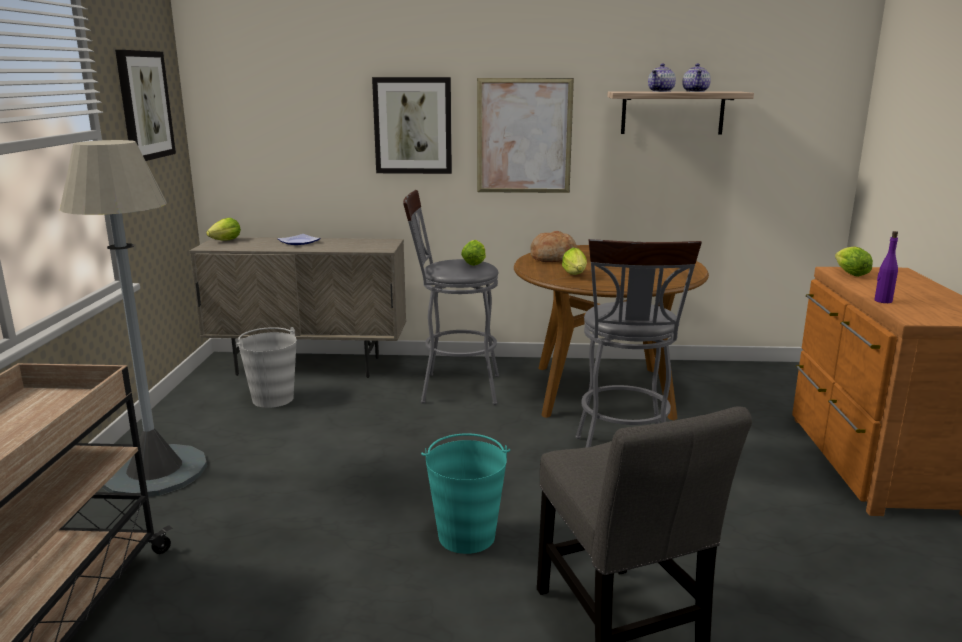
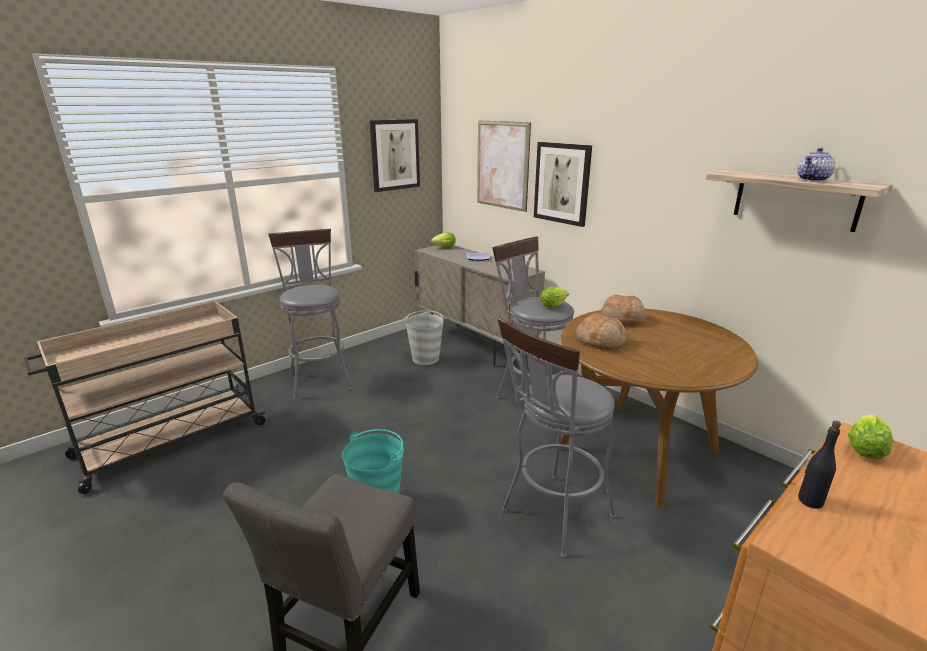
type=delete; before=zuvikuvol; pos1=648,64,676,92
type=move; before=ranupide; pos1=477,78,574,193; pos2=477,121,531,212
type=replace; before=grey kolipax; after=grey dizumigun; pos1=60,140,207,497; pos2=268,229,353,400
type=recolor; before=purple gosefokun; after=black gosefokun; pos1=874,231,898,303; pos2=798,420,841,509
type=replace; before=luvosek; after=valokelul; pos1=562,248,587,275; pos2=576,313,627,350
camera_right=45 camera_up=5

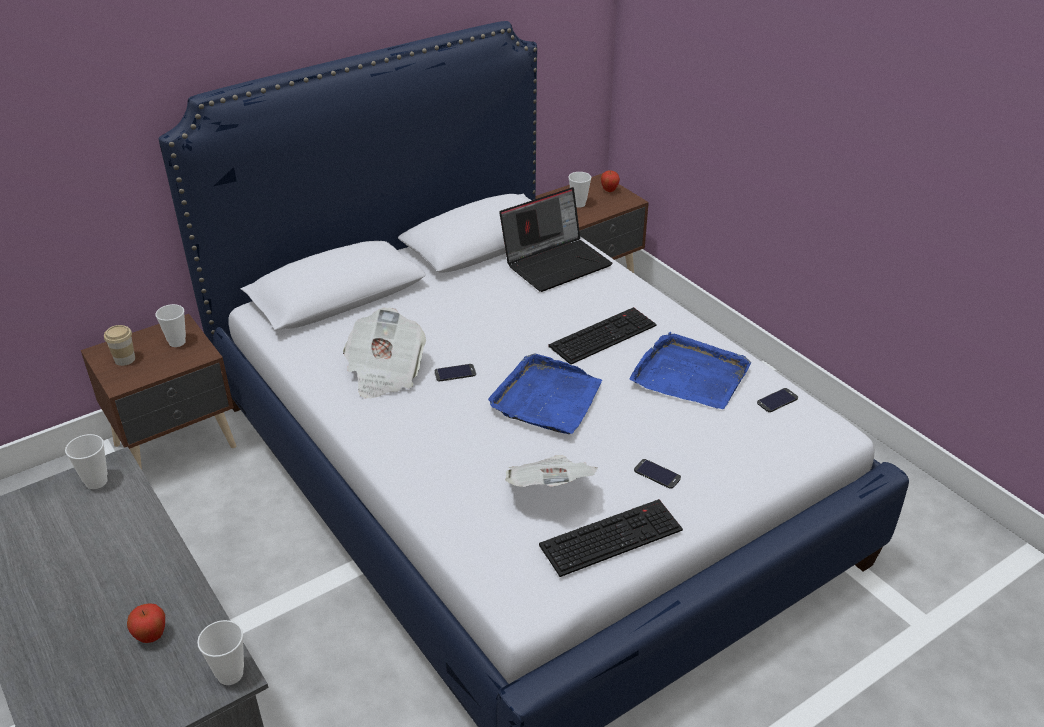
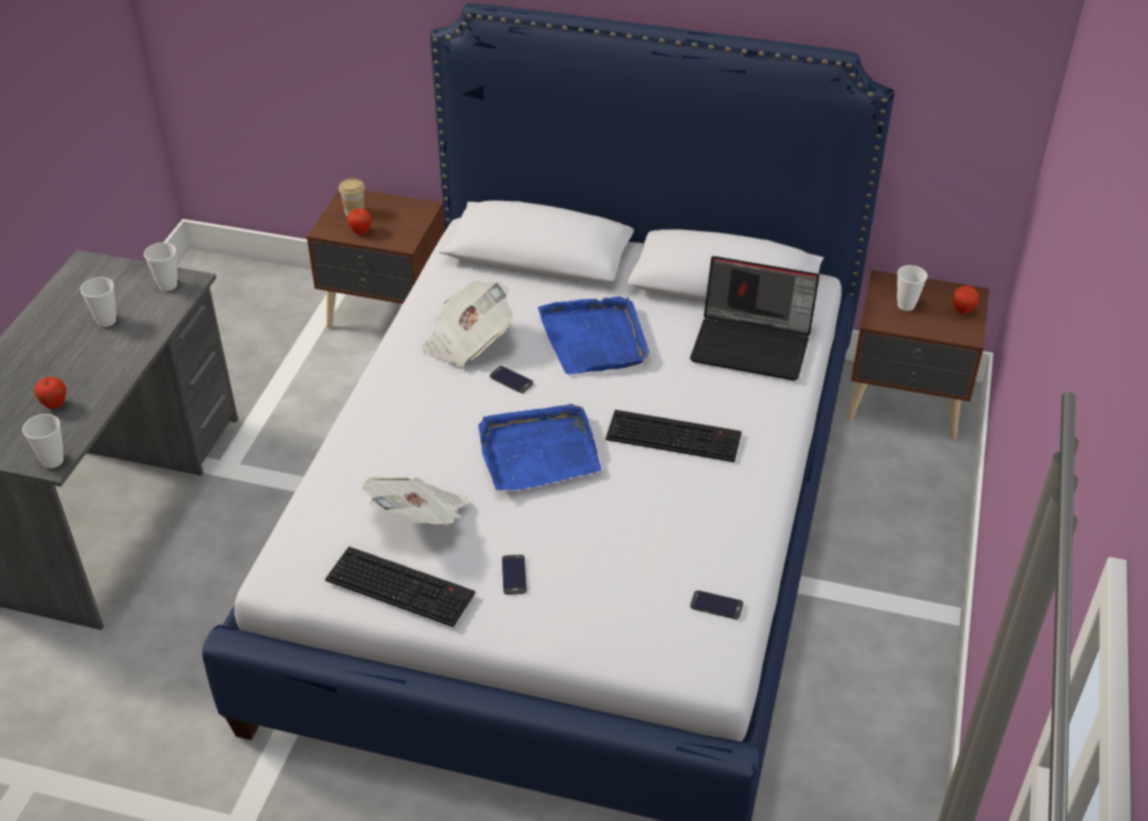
type=move; before=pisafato; pos1=155,304,186,347; pos2=80,277,116,327
type=move; before=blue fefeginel; pos1=630,332,751,409; pos2=538,296,649,374
type=insert; after=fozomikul; pos2=347,208,372,235
camera_right=50 camera_up=5

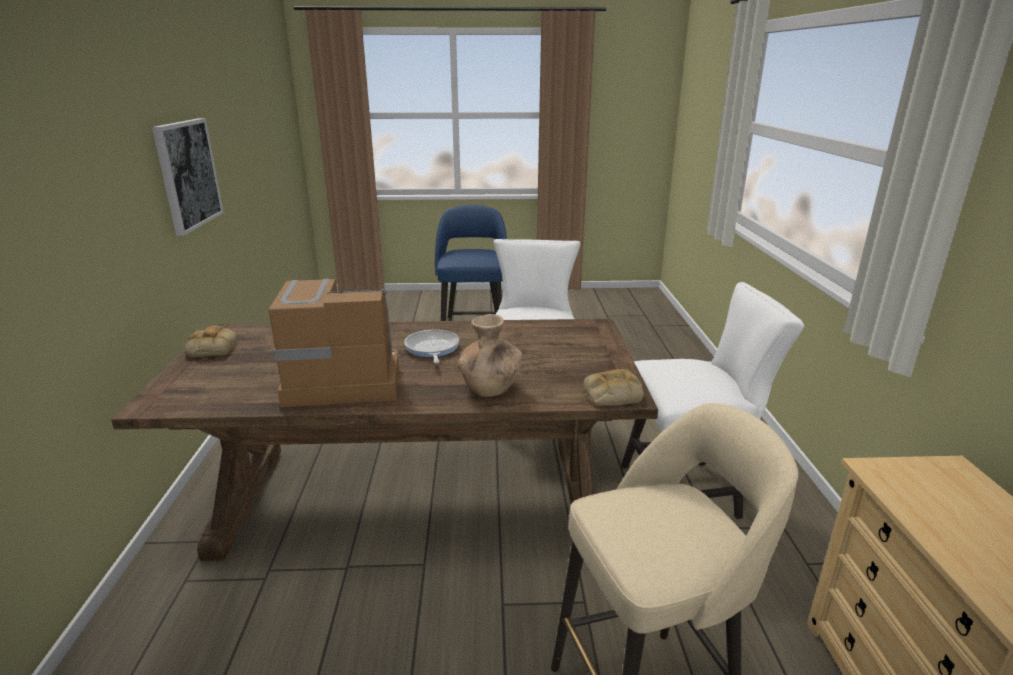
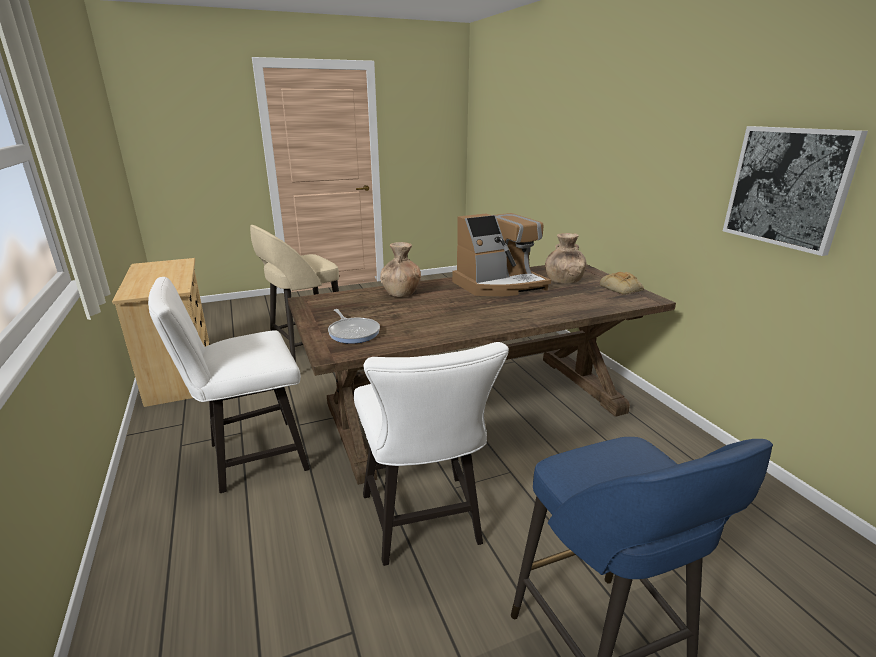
type=move; before=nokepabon; pos1=404,330,459,363; pos2=328,309,380,344
type=delete; before=valokelul; pos1=584,369,644,406
type=insert; after=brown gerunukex; pos2=545,233,587,284
camera_right=160 camera_up=0

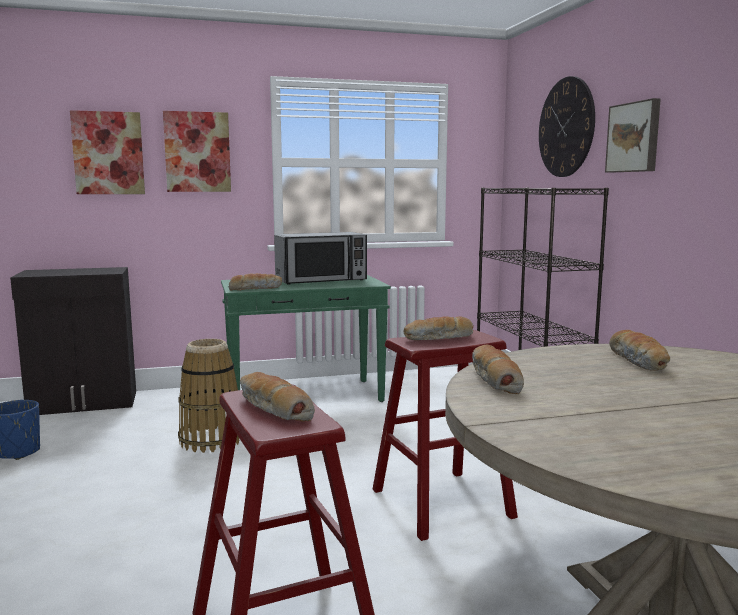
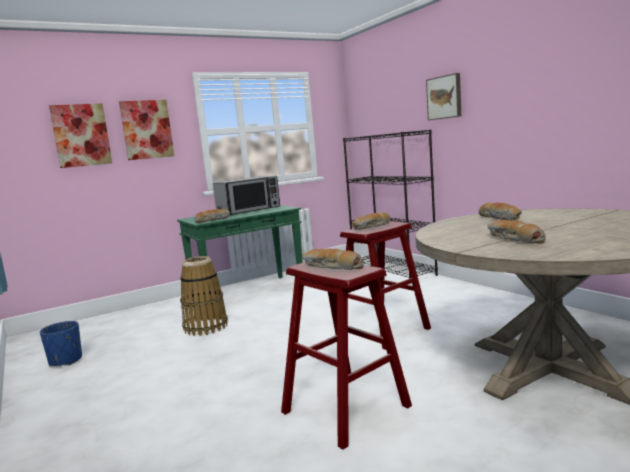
type=delete; before=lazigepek; pos1=539,76,595,177
type=delete; before=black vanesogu; pos1=10,267,136,415
type=move; before=valokelul; pos1=472,344,524,394; pos2=488,220,546,244
camera_right=-15 camera_up=0

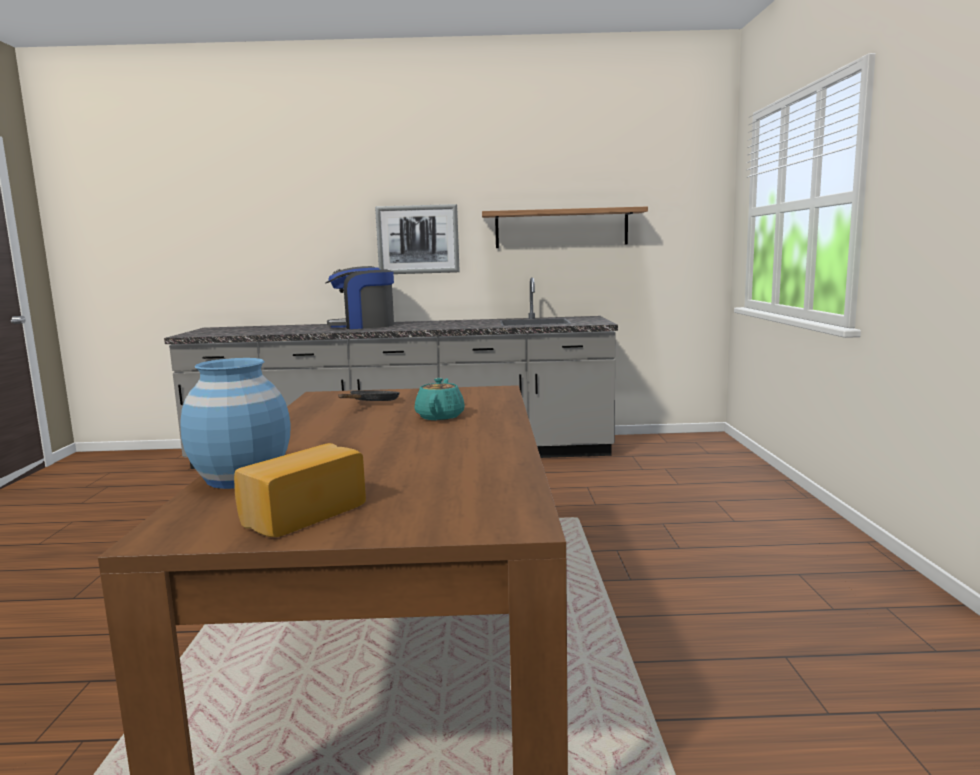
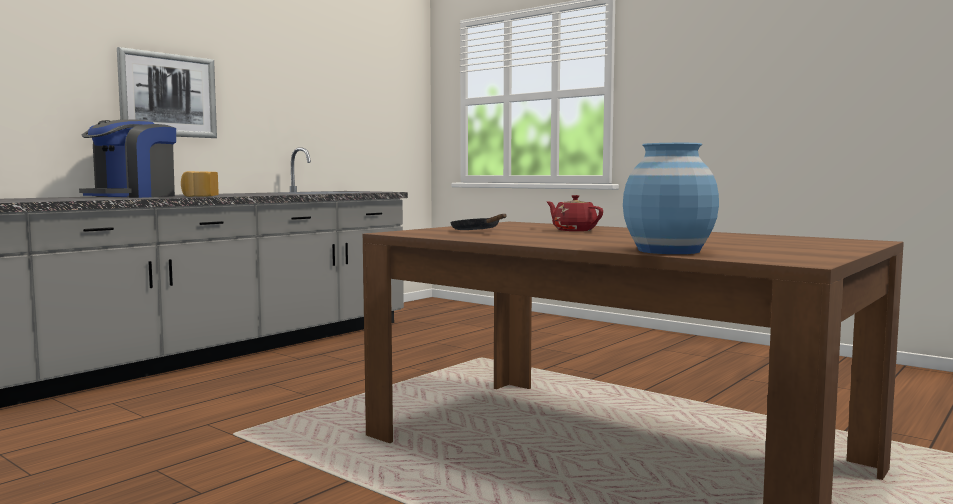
type=delete; before=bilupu; pos1=482,206,648,248
type=recolor; before=turquoise zuvikuvol; after=red zuvikuvol; pos1=415,378,465,420; pos2=547,195,603,231
type=move; before=valokelul; pos1=234,443,366,537; pos2=181,171,219,197
camera_right=-50 camera_up=-5

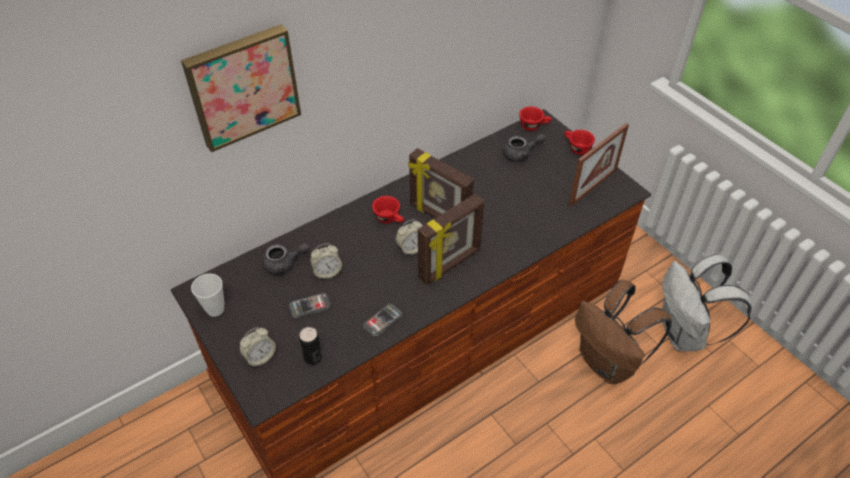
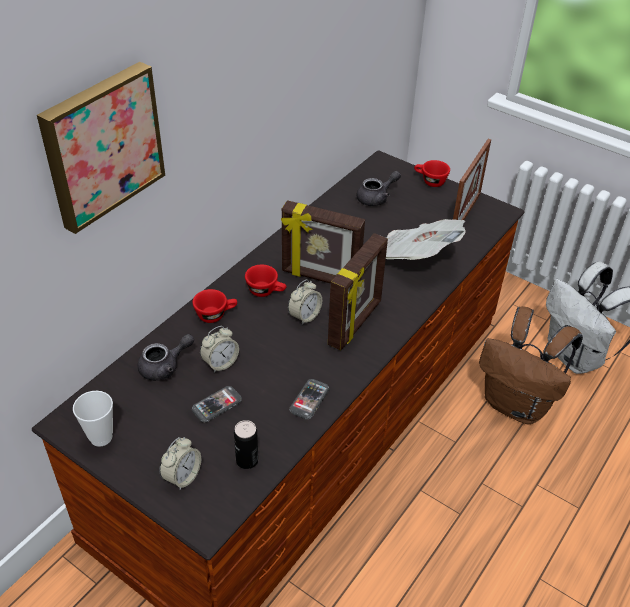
type=move; before=red pisafato; pos1=519,106,552,131; pos2=193,289,237,323
type=insert; after=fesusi; pos2=386,219,466,260
camera_right=-20 camera_up=-5

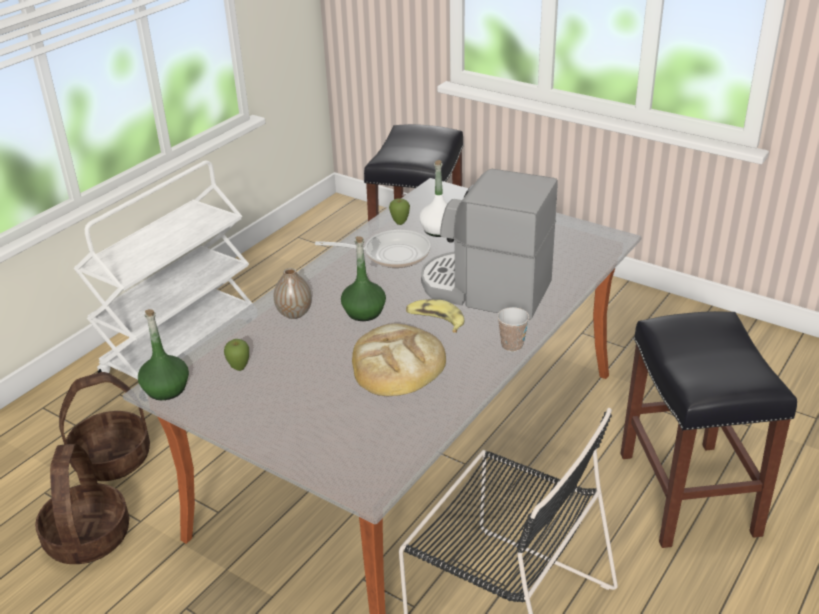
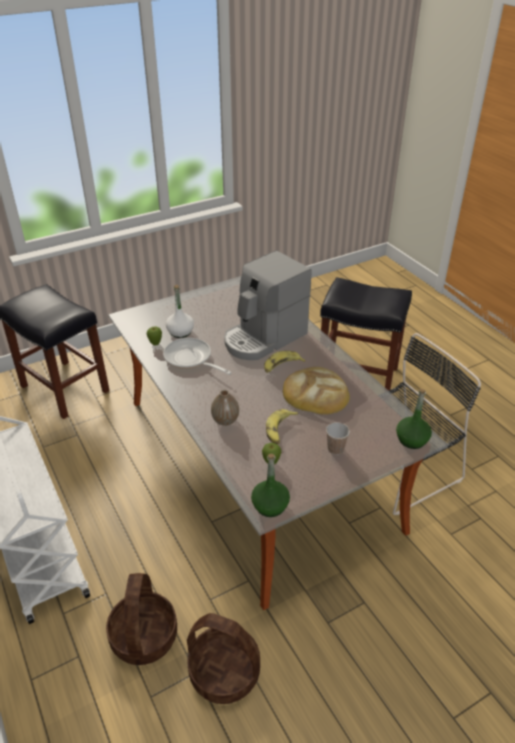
type=rotate; before=nokepabon; pos1=315,230,431,268; pos2=163,338,232,375; turn=-75
type=move; before=green gosefokun; pos1=341,236,386,321; pos2=396,389,432,449
type=move; before=pisafato; pos1=497,307,529,352; pos2=326,422,350,455
type=insert; after=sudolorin; pos2=266,409,298,444
camera_right=-65 camera_up=5

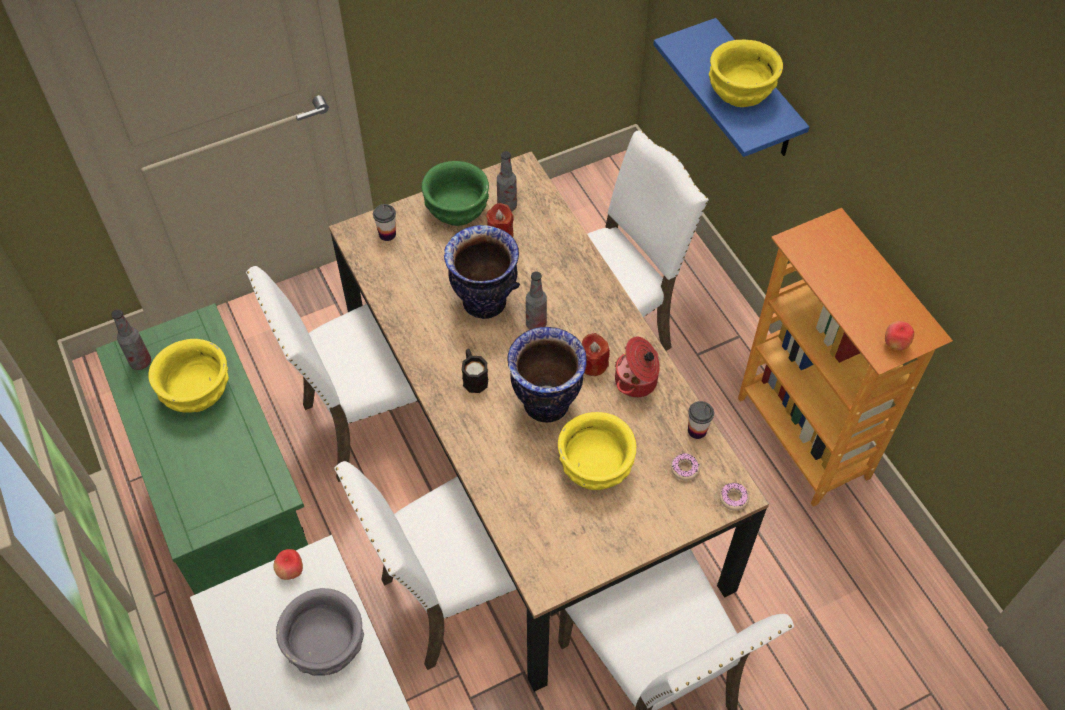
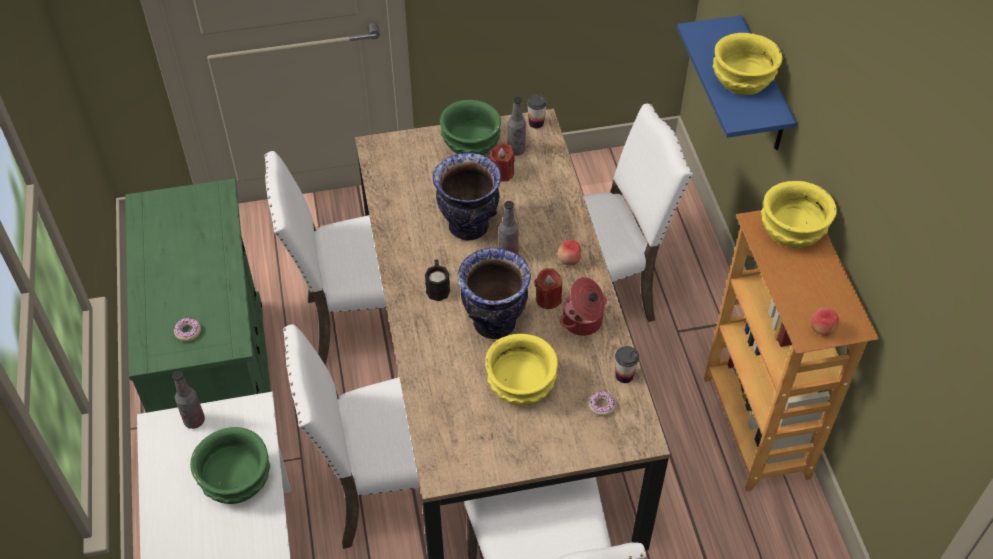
type=move; before=pisafato; pos1=373,204,396,241; pos2=527,94,547,129
type=move; before=gosefokun; pos1=111,309,151,370; pos2=172,371,205,429
type=move; before=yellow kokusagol; pos1=148,339,229,413; pos2=761,181,837,248
type=move; before=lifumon; pos1=720,483,749,511; pos2=174,318,201,341
type=move; before=fozomikul; pos1=273,549,303,580; pos2=557,240,581,265
type=recolor; before=grey kokusagol; after=green kokusagol; pos1=276,588,364,676; pos2=190,427,270,504
camera_right=15 camera_up=-5

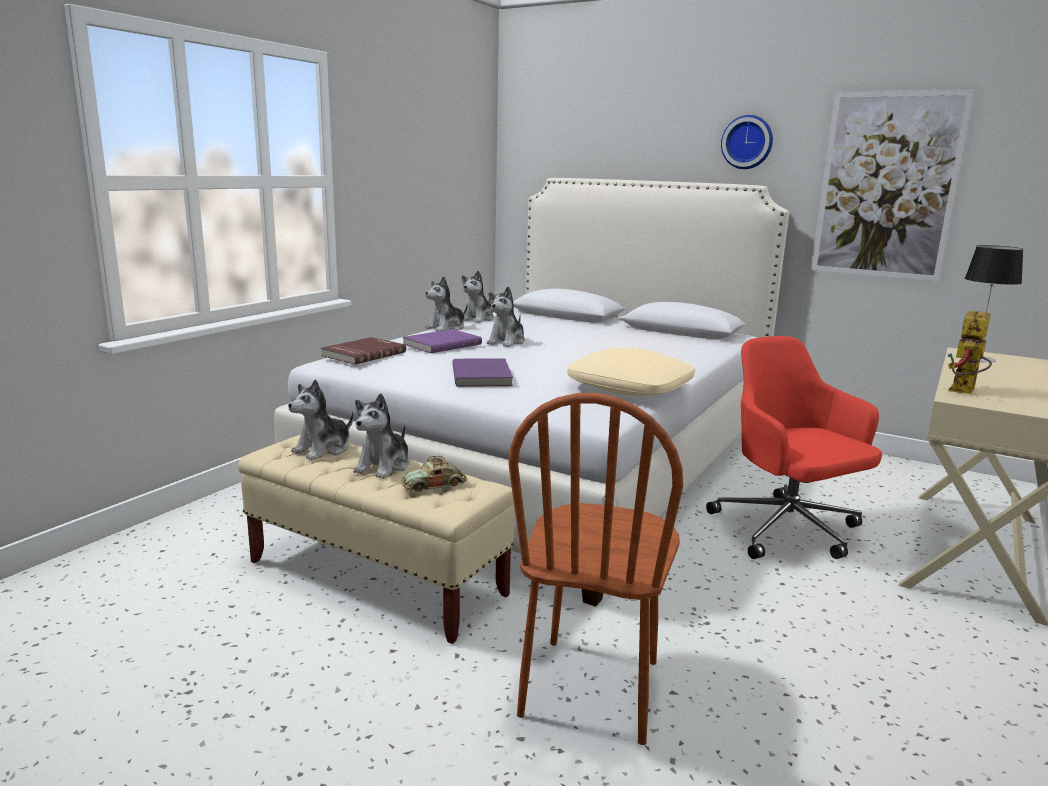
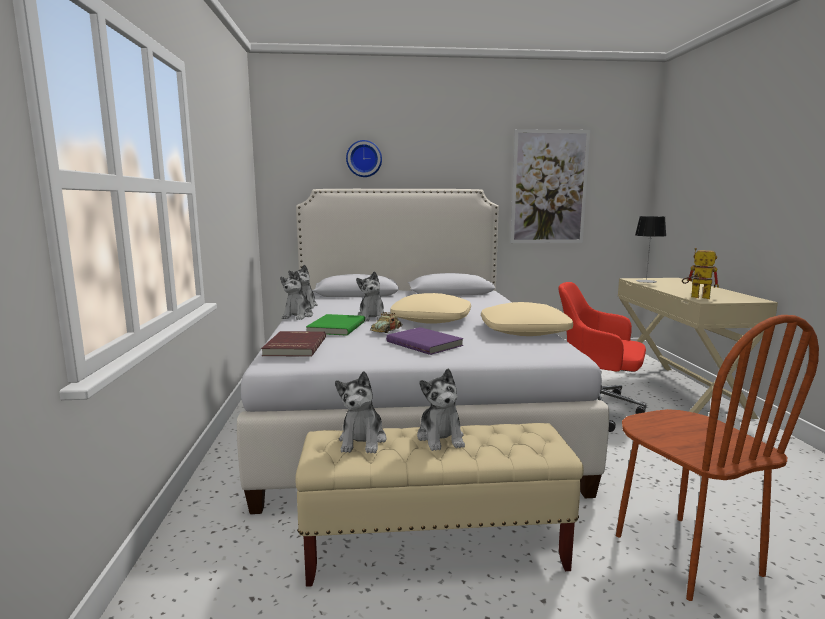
type=move; before=lazigepek; pos1=721,115,773,169; pos2=346,140,382,177
type=rotate; before=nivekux; pos1=948,311,992,394; pos2=682,248,719,299; turn=120
type=recolor; before=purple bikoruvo; after=green bikoruvo; pos1=402,329,482,353; pos2=306,314,365,336
type=move; before=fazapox; pos1=401,456,467,492; pos2=370,312,402,333
type=insert; after=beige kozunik; pos2=390,293,471,324
camera_right=-35 camera_up=-5

